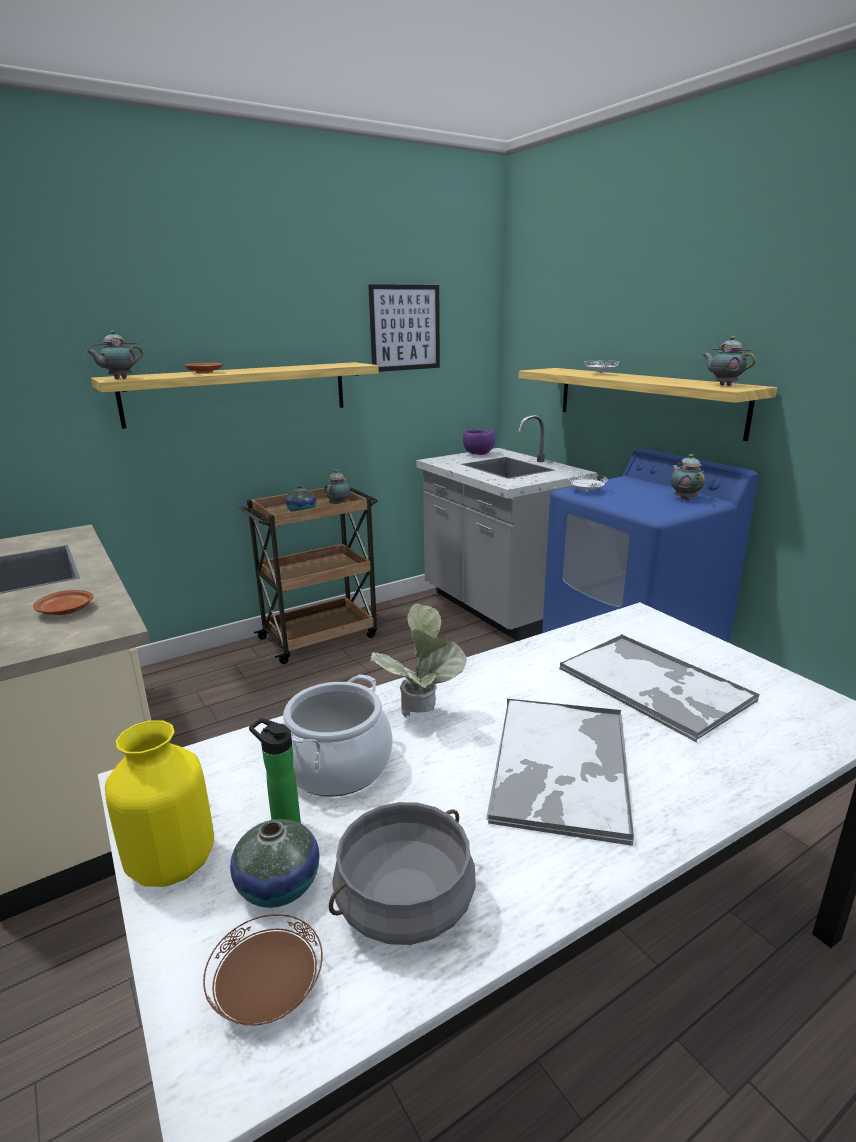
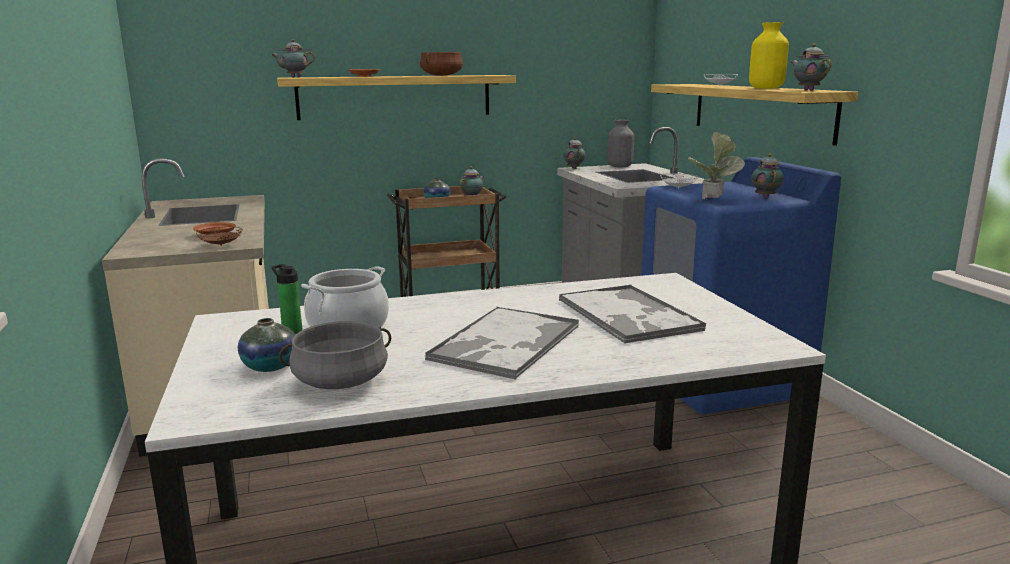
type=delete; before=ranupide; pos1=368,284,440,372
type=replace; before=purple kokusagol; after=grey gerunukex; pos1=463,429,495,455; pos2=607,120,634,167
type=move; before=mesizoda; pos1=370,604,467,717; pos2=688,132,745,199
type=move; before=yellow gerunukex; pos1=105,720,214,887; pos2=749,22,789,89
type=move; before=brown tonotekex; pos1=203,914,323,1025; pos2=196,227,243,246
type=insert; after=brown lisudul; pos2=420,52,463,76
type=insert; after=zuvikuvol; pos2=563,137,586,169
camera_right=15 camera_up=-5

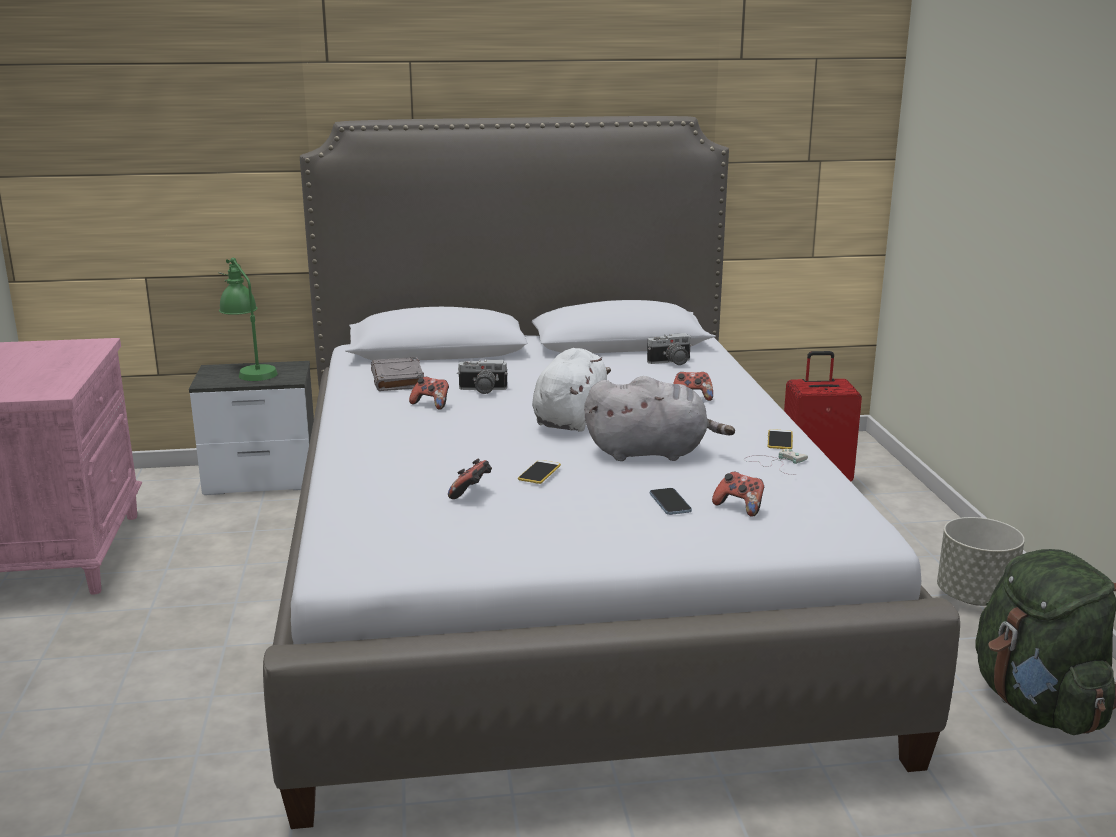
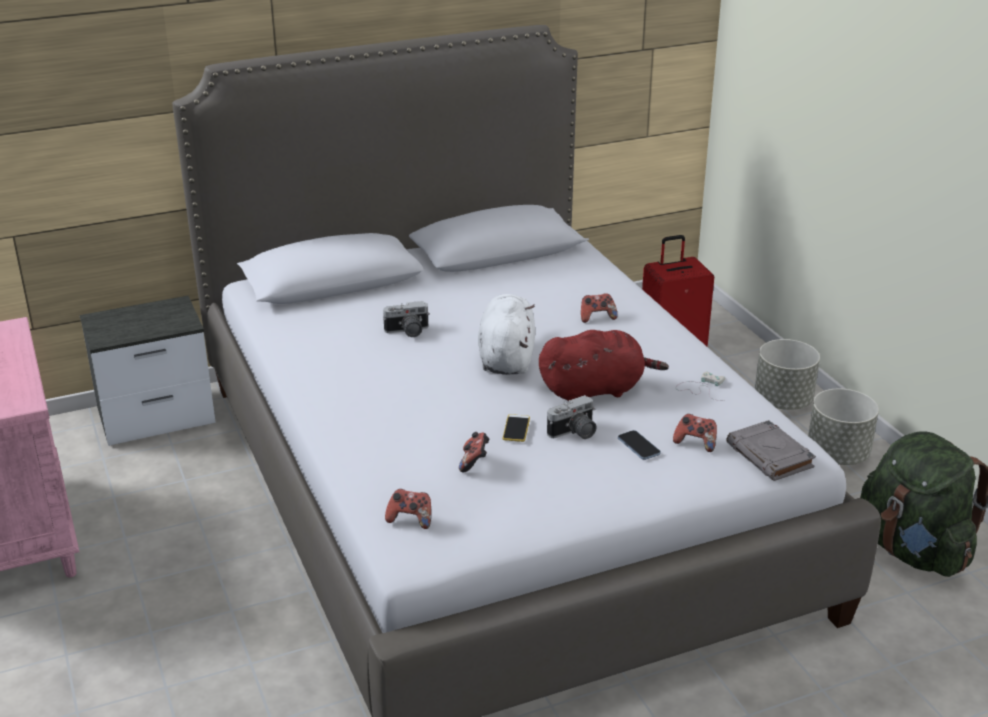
type=delete; before=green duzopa; pos1=219,258,278,381
type=move; before=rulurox; pos1=647,333,693,365; pos2=547,395,597,439
type=move; before=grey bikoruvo; pos1=371,357,424,391; pos2=726,420,816,481
type=recolor; before=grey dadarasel; after=red dadarasel; pos1=584,376,735,461; pos2=539,330,669,401
type=move; before=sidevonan; pos1=409,377,449,410; pos2=385,489,431,529
type=delete; before=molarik; pos1=768,429,793,449
type=insert; after=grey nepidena; pos2=755,339,820,410
camera_right=-15 camera_up=10

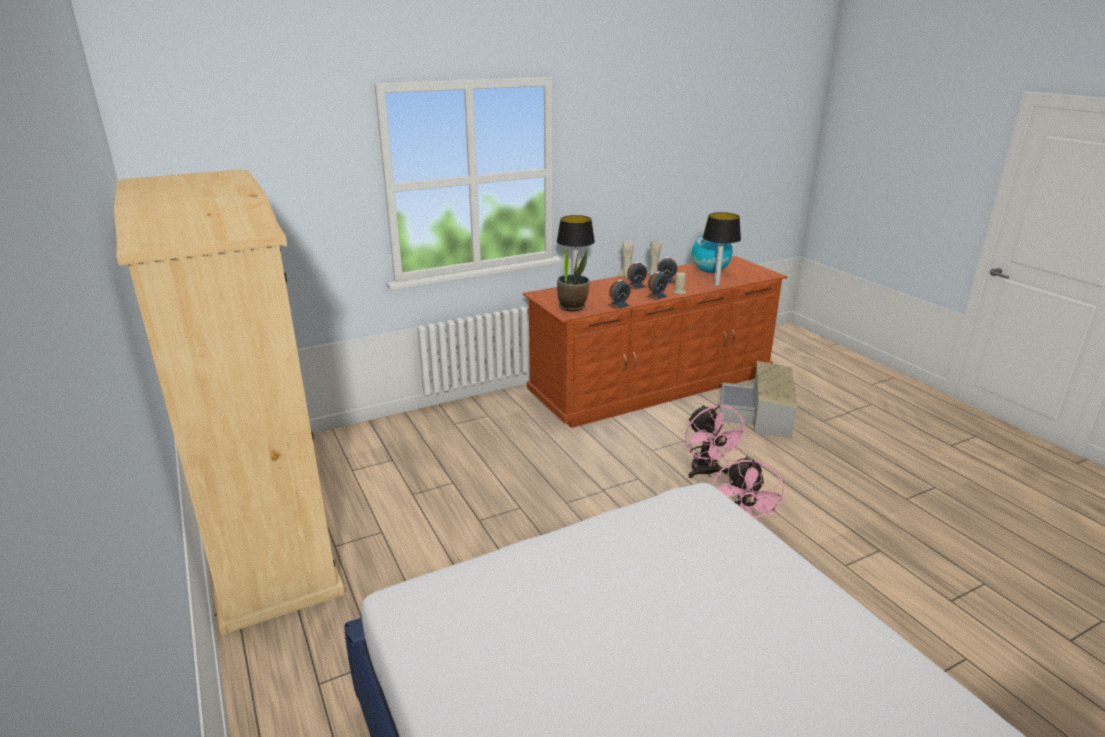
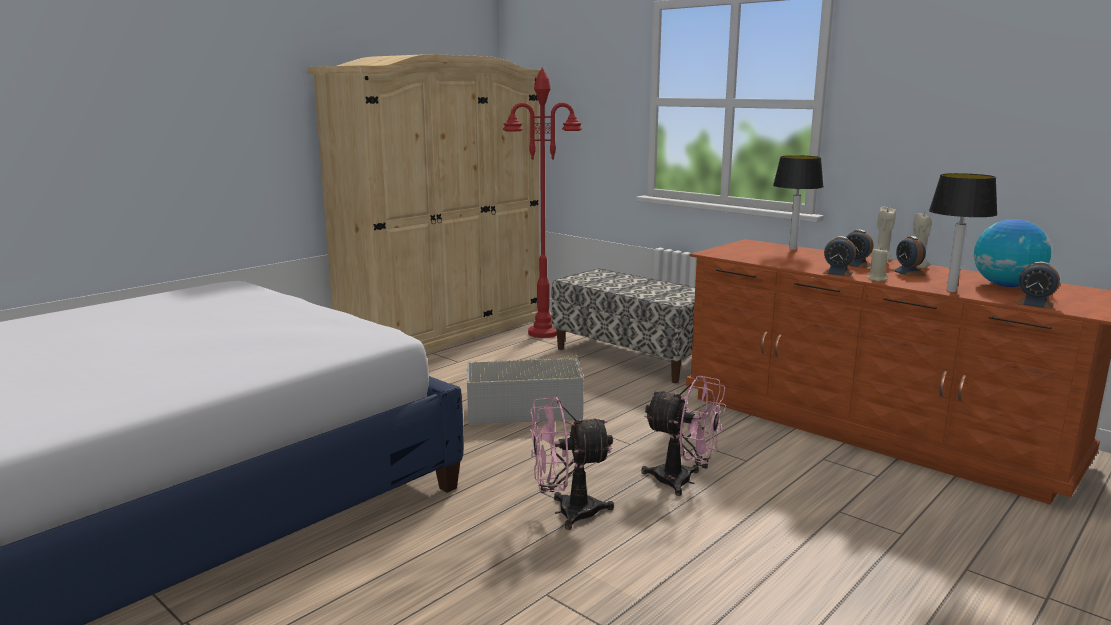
type=delete; before=mesizoda; pos1=557,245,590,311
type=move; before=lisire; pos1=608,280,631,310; pos2=1017,262,1060,309
type=move; before=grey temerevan; pos1=720,361,798,438; pos2=466,355,584,425
type=rotate; before=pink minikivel; pos1=685,405,749,478; pos2=641,376,726,496; turn=-120
type=insert; after=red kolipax; pos2=503,68,582,338
type=insert; after=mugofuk; pos2=551,269,695,383
camera_right=70 camera_up=-10

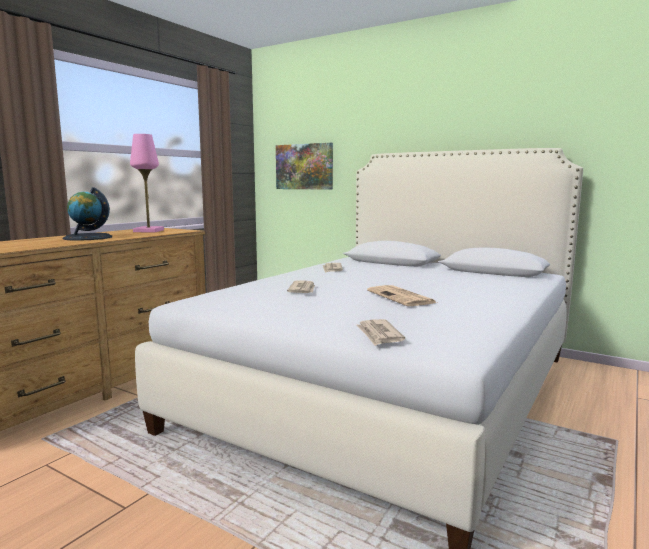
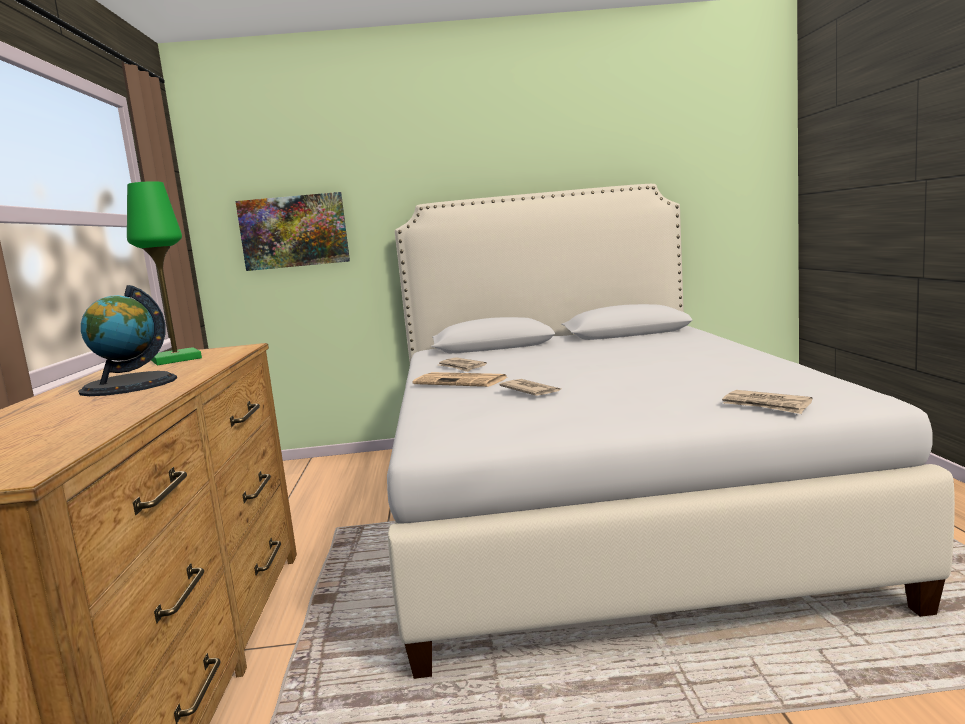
type=recolor; before=pink duzopa; after=green duzopa; pos1=130,134,164,232; pos2=127,181,202,365
type=move; before=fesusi; pos1=367,285,437,306; pos2=413,372,509,387
camera_right=-35 camera_up=0

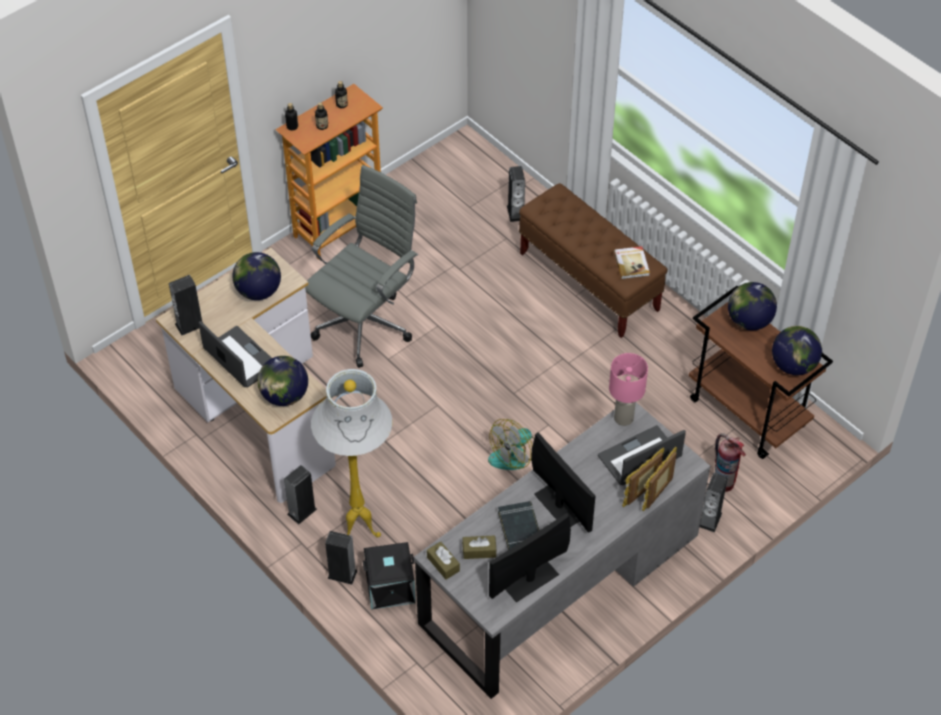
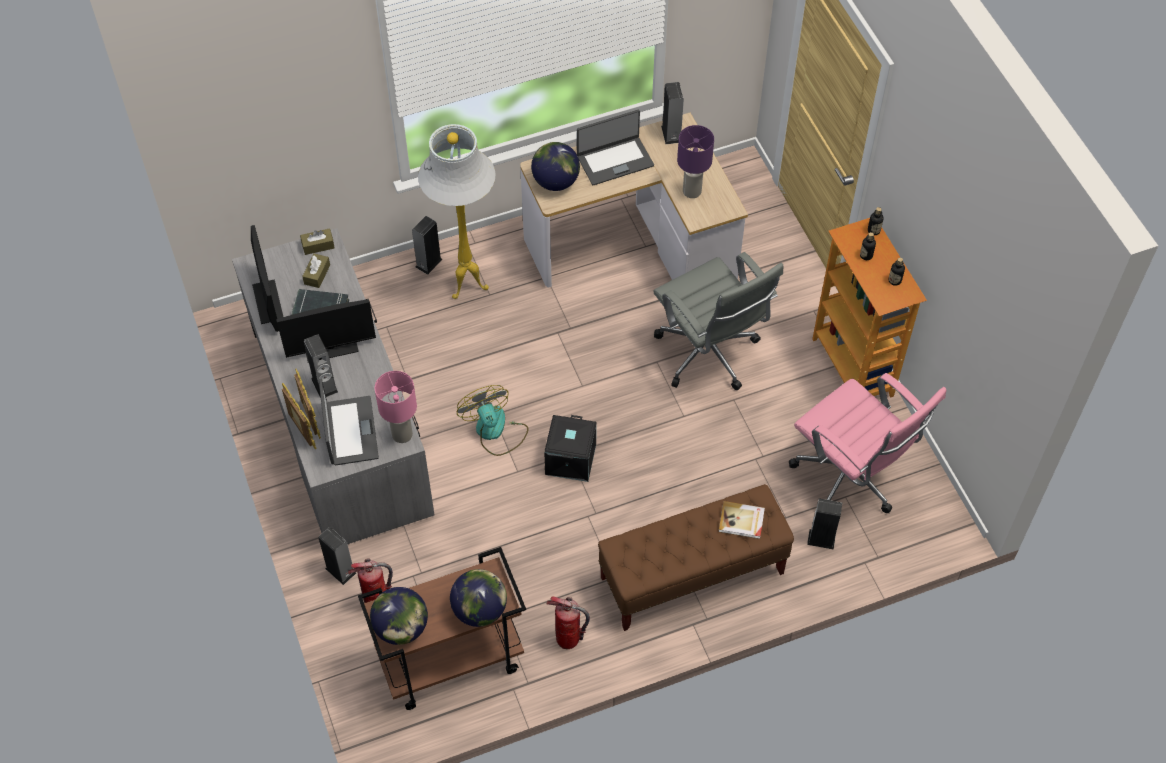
type=move; before=bikoruvo; pos1=614,246,650,279; pos2=719,501,765,539
type=replace; before=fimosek; after=purple duzopa; pos1=232,252,281,300; pos2=677,125,714,198
type=move; before=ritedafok; pos1=284,465,317,524; pos2=304,334,338,398
type=move; before=black temerevan; pos1=363,542,415,610; pos2=544,415,597,482
type=insert; after=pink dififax; pos2=789,373,947,513
type=insert; after=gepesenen; pos2=546,597,590,649
camera_right=110 camera_up=5

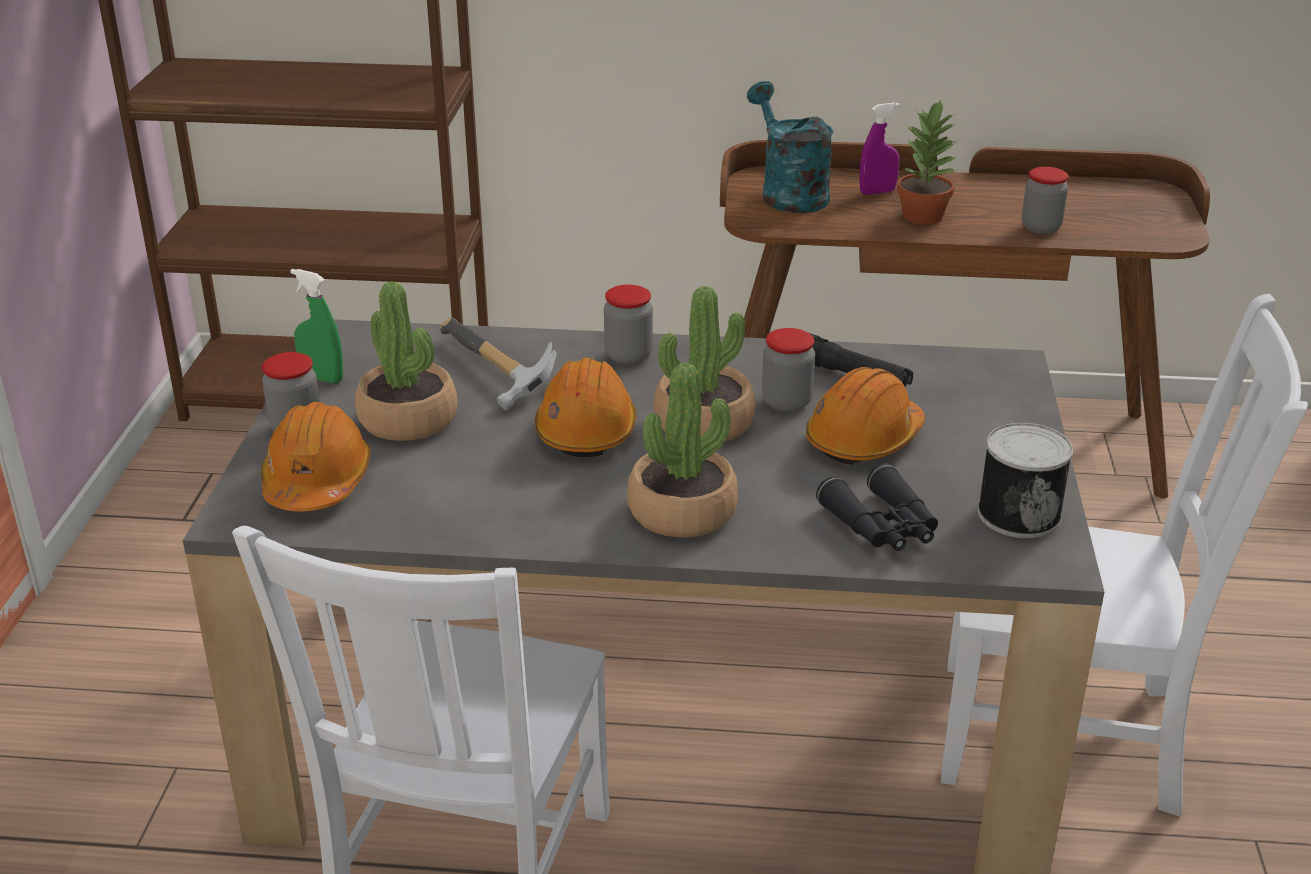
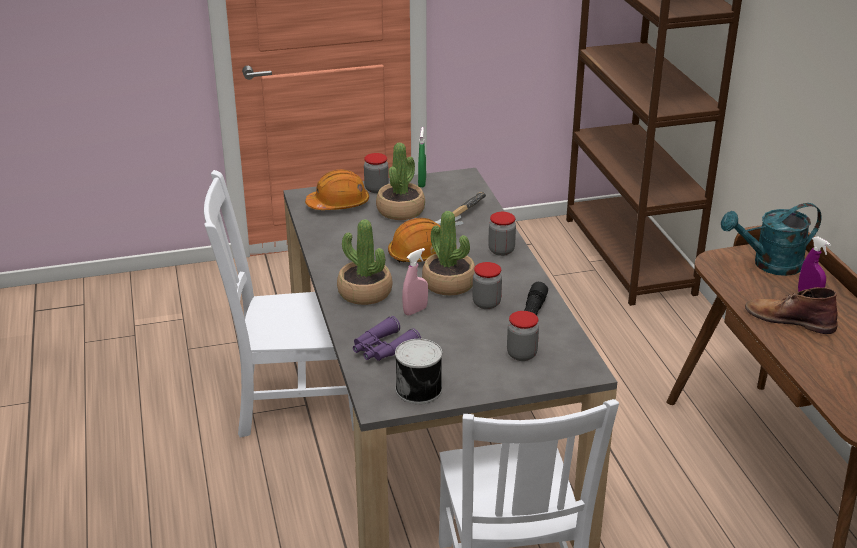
type=rotate; before=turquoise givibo; pos1=747,81,834,213; pos2=721,203,822,276; turn=-150
type=replace; before=mesizoda; after=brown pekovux; pos1=897,100,958,224; pos2=745,287,838,334
type=move; before=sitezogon; pos1=1022,167,1068,234; pos2=507,311,539,361
type=delete; before=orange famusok; pos1=806,367,925,465
type=recolor; before=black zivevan; after=purple zivevan; pos1=816,464,938,551; pos2=353,316,421,361
type=insert; after=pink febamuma; pos2=402,248,428,316
camera_right=70 camera_up=0

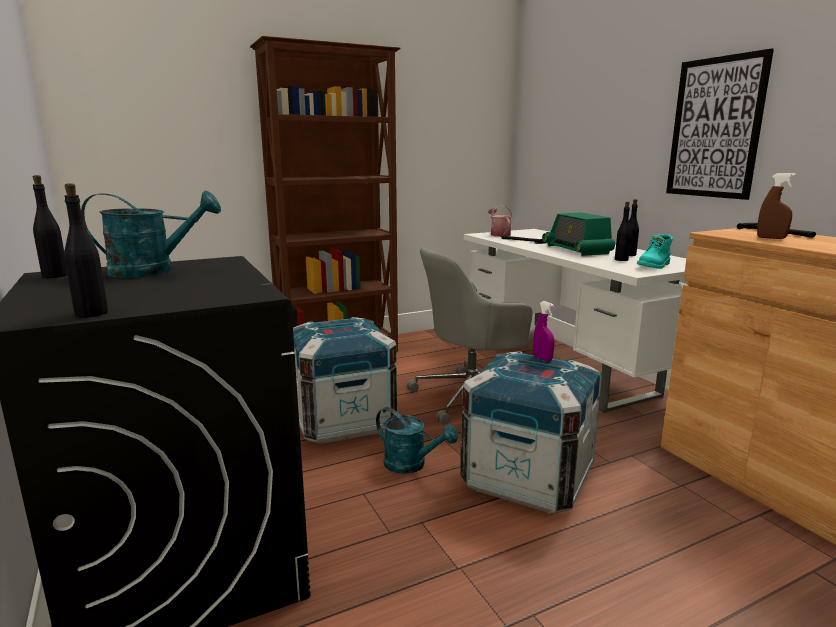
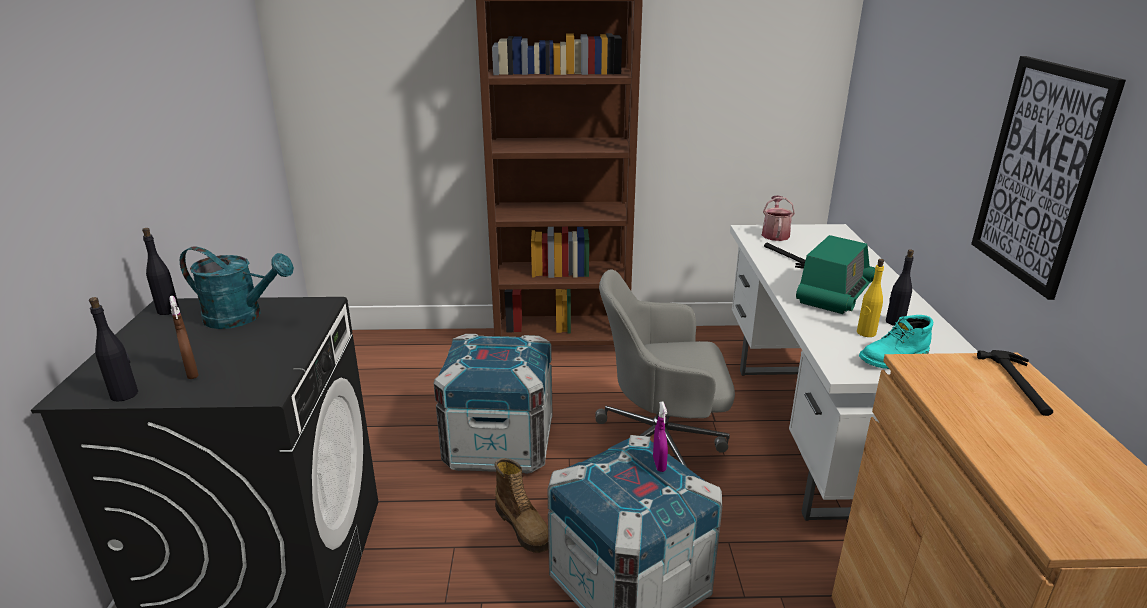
type=move; before=brown febamuma; pos1=757,173,796,239; pos2=169,296,199,379
type=recolor; before=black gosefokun; after=yellow gosefokun; pos1=615,202,631,261; pos2=857,259,884,337
type=rotate; before=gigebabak; pos1=542,212,615,256; pos2=796,235,875,314; turn=-150
type=replace; before=turquoise givibo; after=pekovux; pos1=376,407,458,474; pos2=495,458,549,553
camera_right=25 camera_up=10

